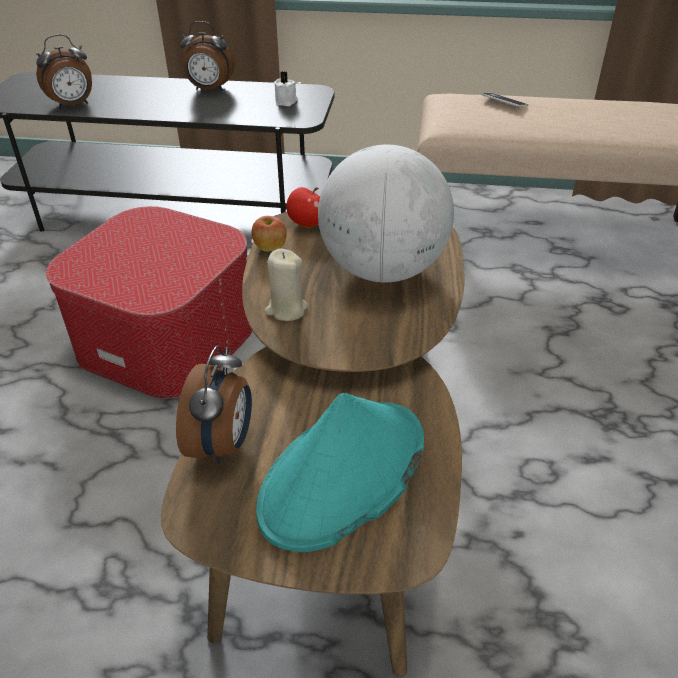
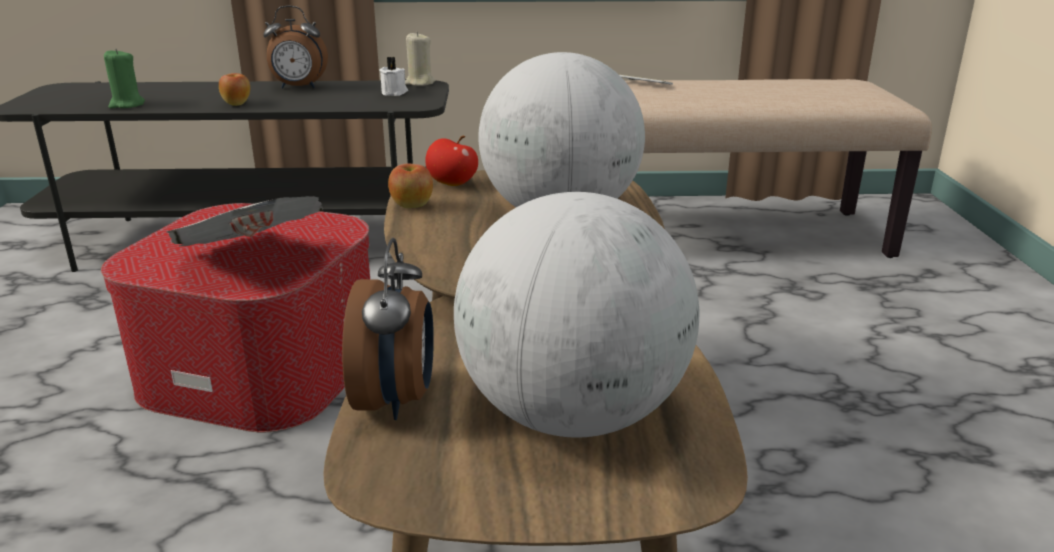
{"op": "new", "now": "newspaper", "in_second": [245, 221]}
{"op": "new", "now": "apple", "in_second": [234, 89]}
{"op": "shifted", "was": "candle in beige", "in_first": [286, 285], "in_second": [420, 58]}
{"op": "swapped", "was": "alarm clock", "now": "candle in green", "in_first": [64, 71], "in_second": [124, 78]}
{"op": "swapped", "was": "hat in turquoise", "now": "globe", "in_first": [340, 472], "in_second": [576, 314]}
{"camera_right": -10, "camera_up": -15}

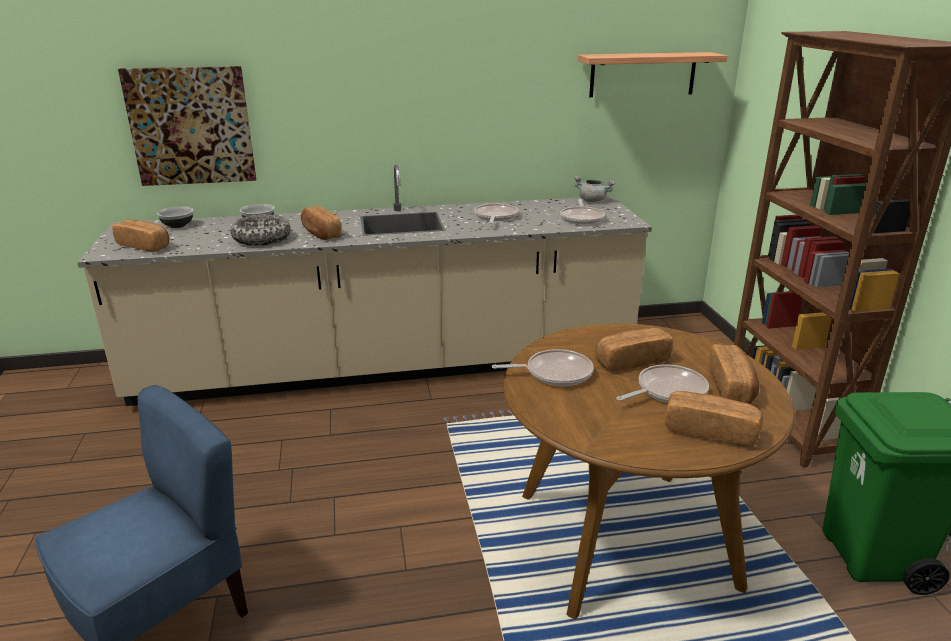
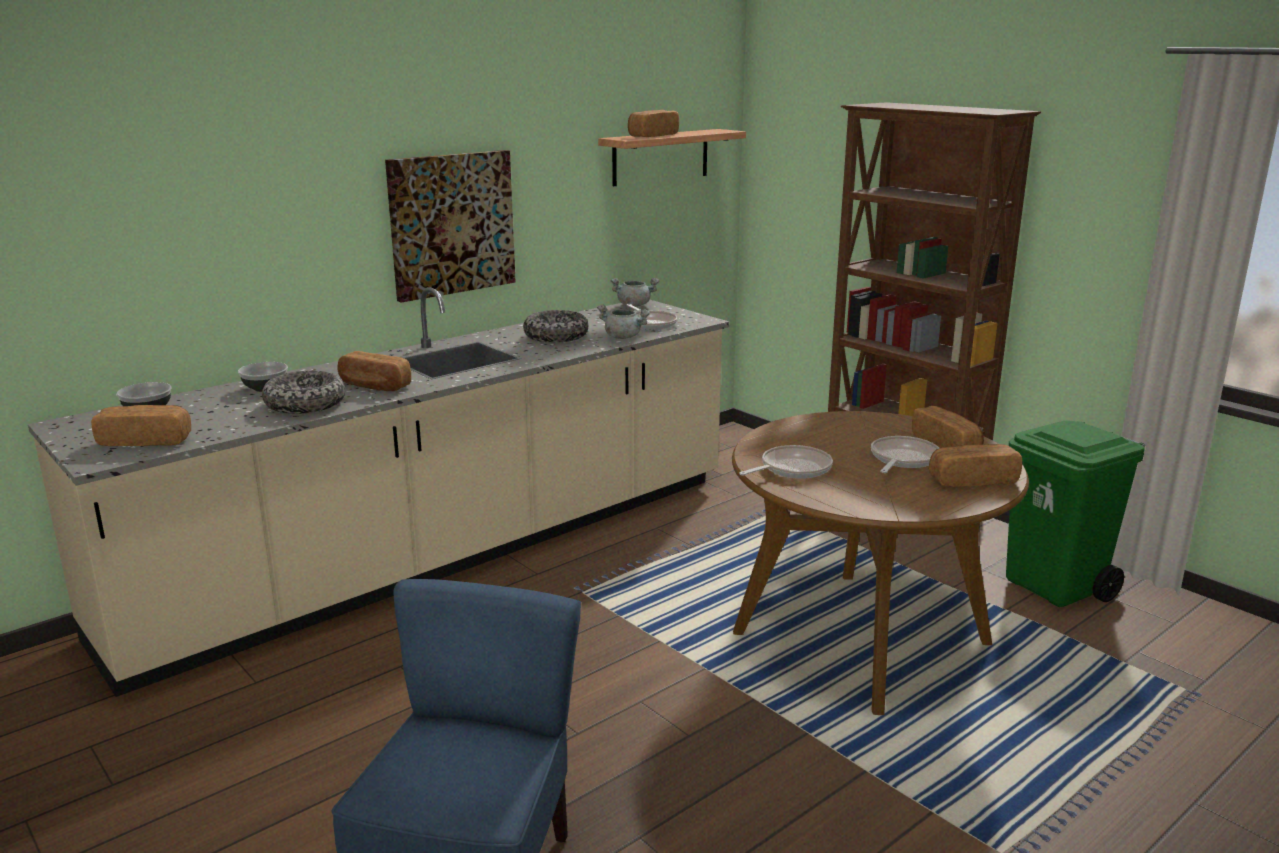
{"op": "new", "now": "cooking pot in grey", "in_second": [624, 322]}
{"op": "shifted", "was": "picture", "in_first": [187, 126], "in_second": [450, 226]}
{"op": "shifted", "was": "bread", "in_first": [634, 349], "in_second": [653, 123]}
{"op": "swapped", "was": "frying pan", "now": "bowl", "in_first": [496, 213], "in_second": [555, 326]}
{"camera_right": -30, "camera_up": -5}

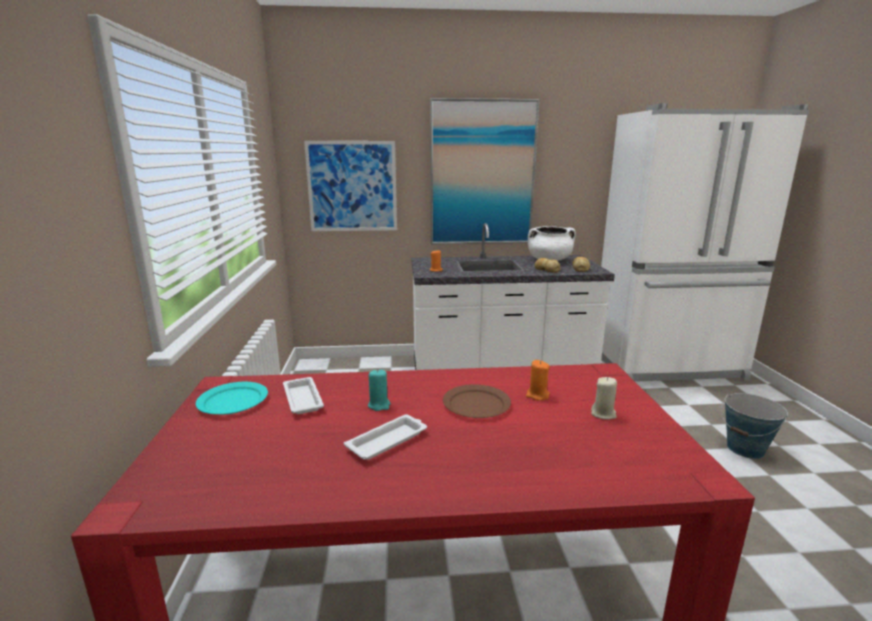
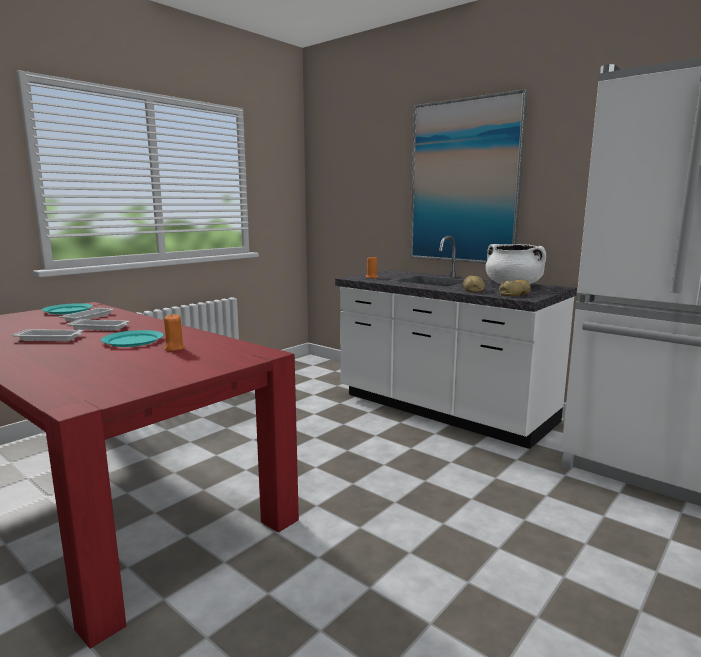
{"op": "gone", "was": "picture", "in_first": [350, 186]}
{"op": "gone", "was": "candle in beige", "in_first": [604, 398]}
{"op": "gone", "was": "bucket", "in_first": [754, 426]}
{"op": "swapped", "was": "candle in turquoise", "now": "tray in white", "in_first": [379, 390], "in_second": [98, 324]}
{"op": "repainted", "was": "plate in brown", "now": "plate in turquoise", "in_first": [477, 401], "in_second": [132, 338]}
{"camera_right": 45, "camera_up": -5}

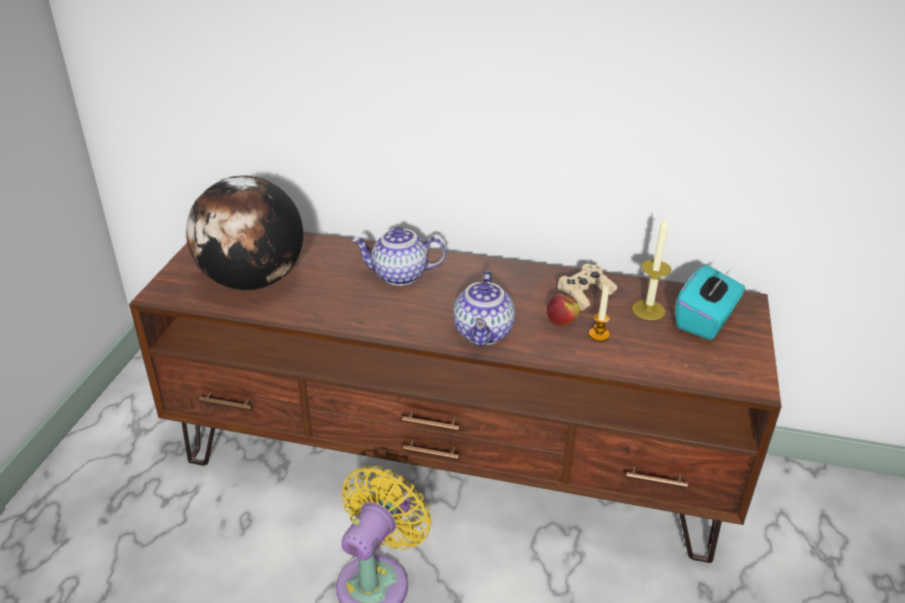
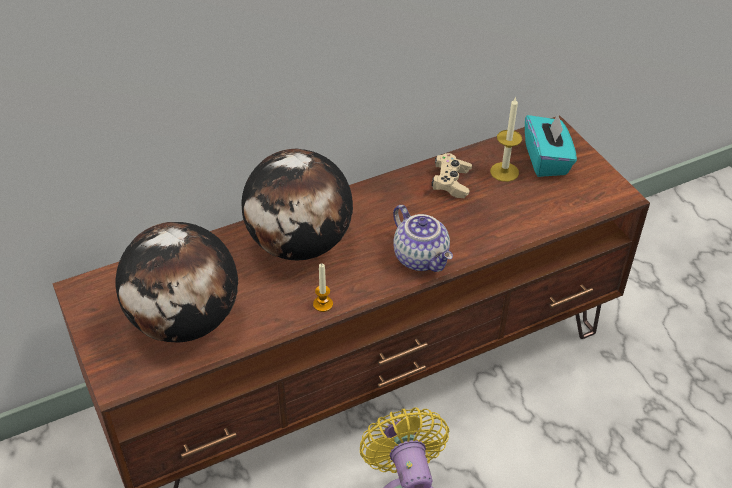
{"op": "gone", "was": "apple", "in_first": [563, 310]}
{"op": "shifted", "was": "candle", "in_first": [599, 312], "in_second": [323, 287]}
{"op": "swapped", "was": "teapot", "now": "globe", "in_first": [399, 256], "in_second": [297, 204]}
{"camera_right": -40, "camera_up": 10}

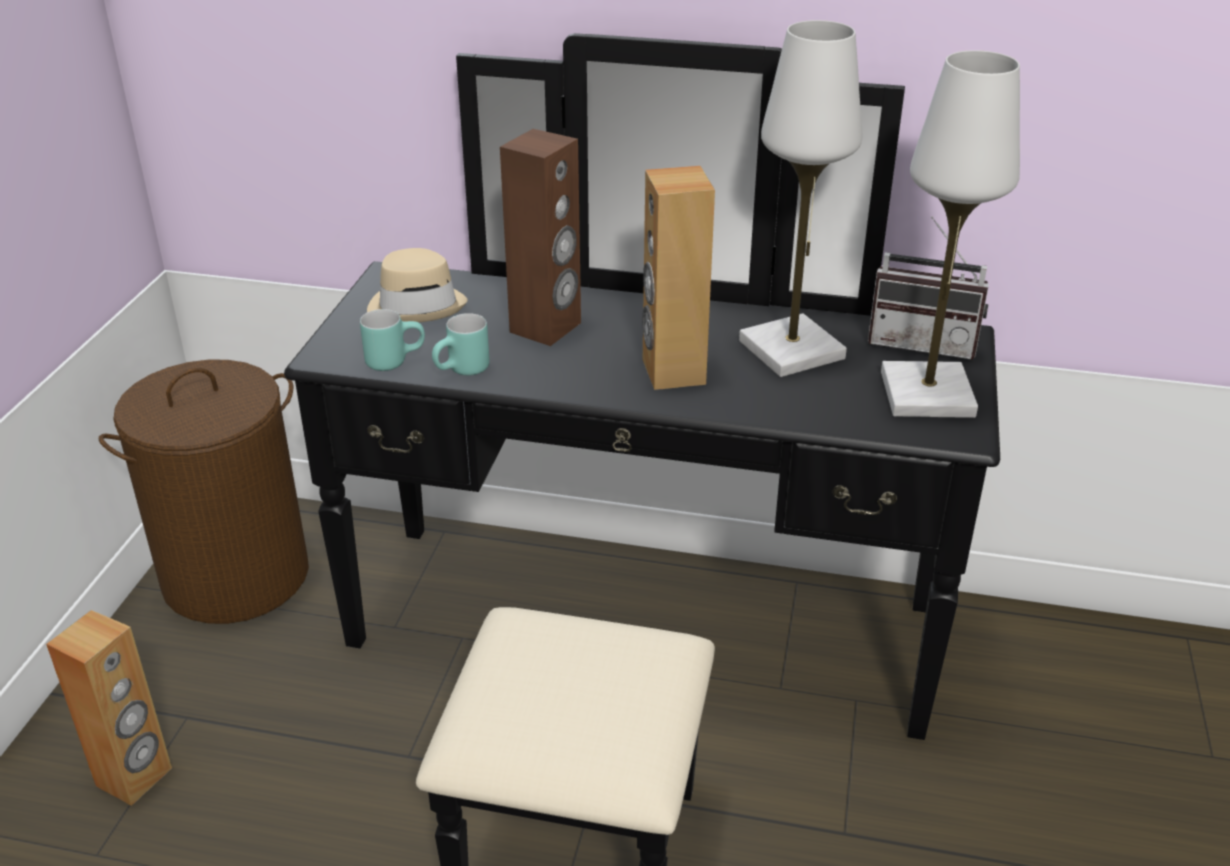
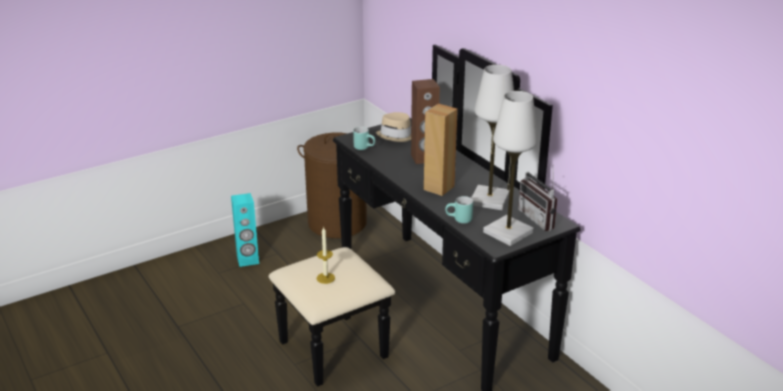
{"op": "new", "now": "candle", "in_second": [326, 255]}
{"op": "shifted", "was": "mug in turquoise", "in_first": [461, 344], "in_second": [459, 210]}
{"op": "repainted", "was": "speaker in brown", "now": "speaker in turquoise", "in_first": [109, 708], "in_second": [245, 230]}
{"camera_right": 45, "camera_up": -5}

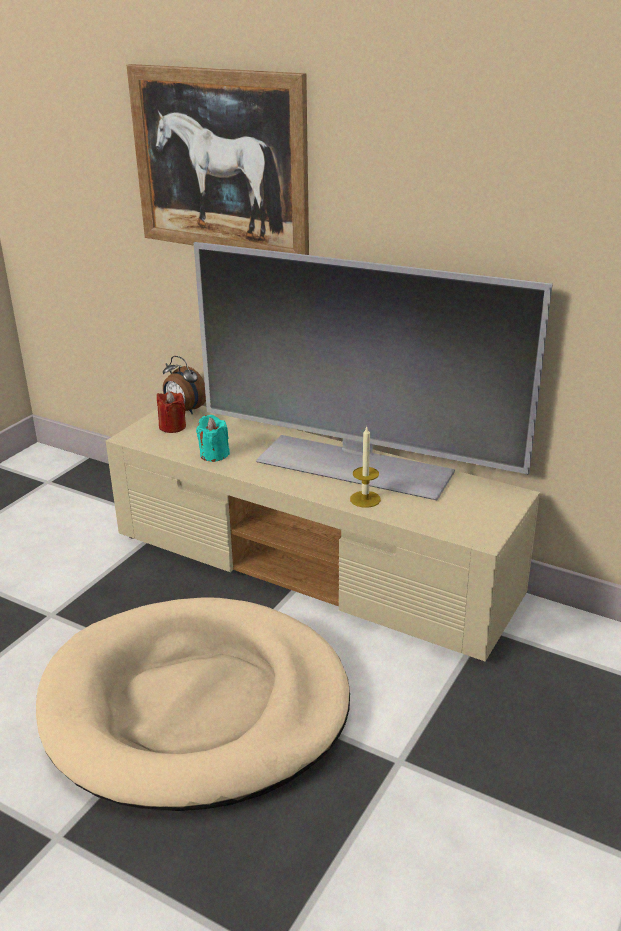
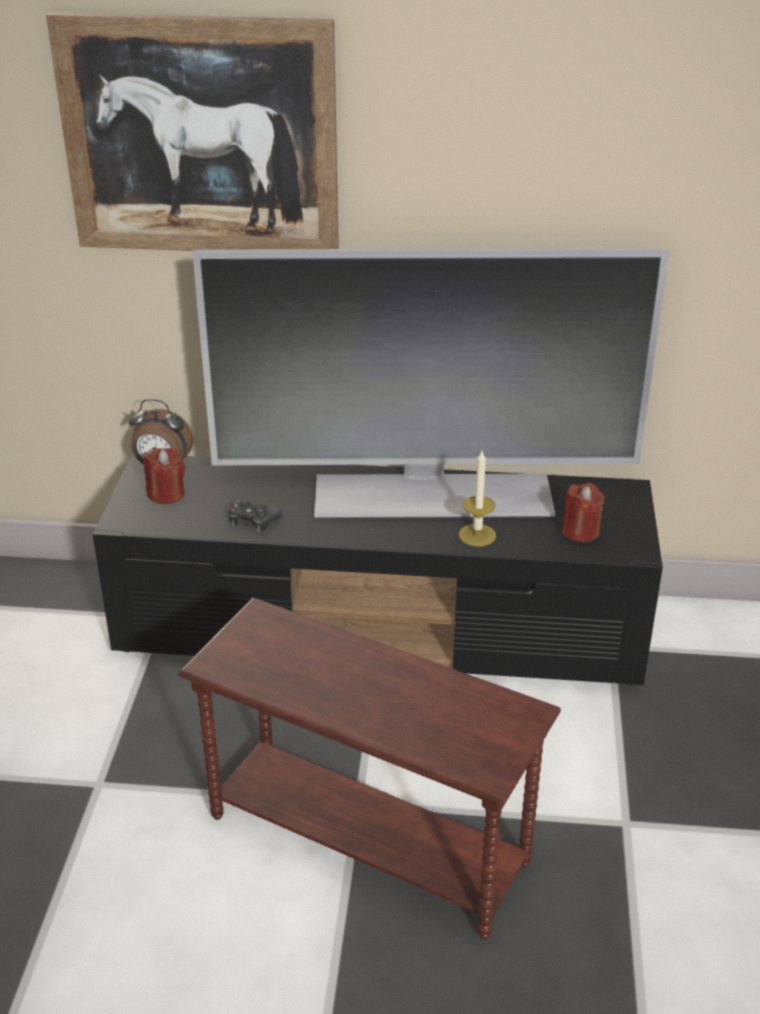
{"op": "new", "now": "candle in red", "in_second": [583, 512]}
{"op": "swapped", "was": "dog bed in beige", "now": "side table in brown", "in_first": [193, 704], "in_second": [369, 768]}
{"op": "swapped", "was": "candle in turquoise", "now": "game controller in black", "in_first": [213, 438], "in_second": [256, 515]}
{"op": "repainted", "was": "tv stand in beige", "now": "tv stand in black", "in_first": [323, 533], "in_second": [378, 569]}
{"camera_right": -25, "camera_up": 5}

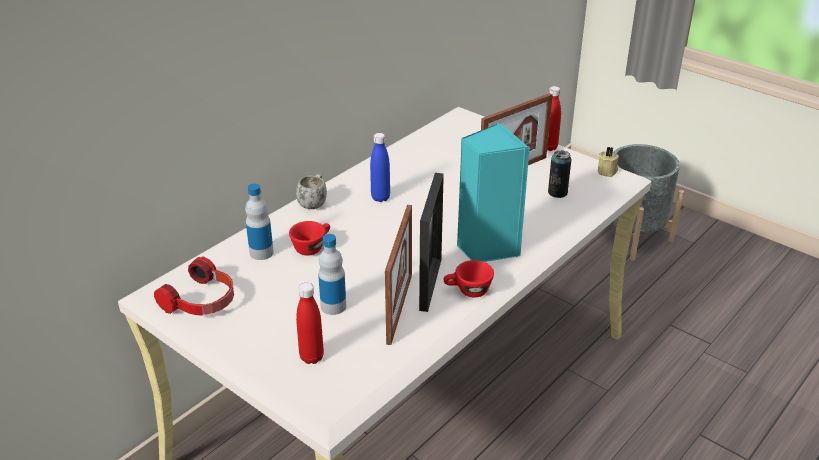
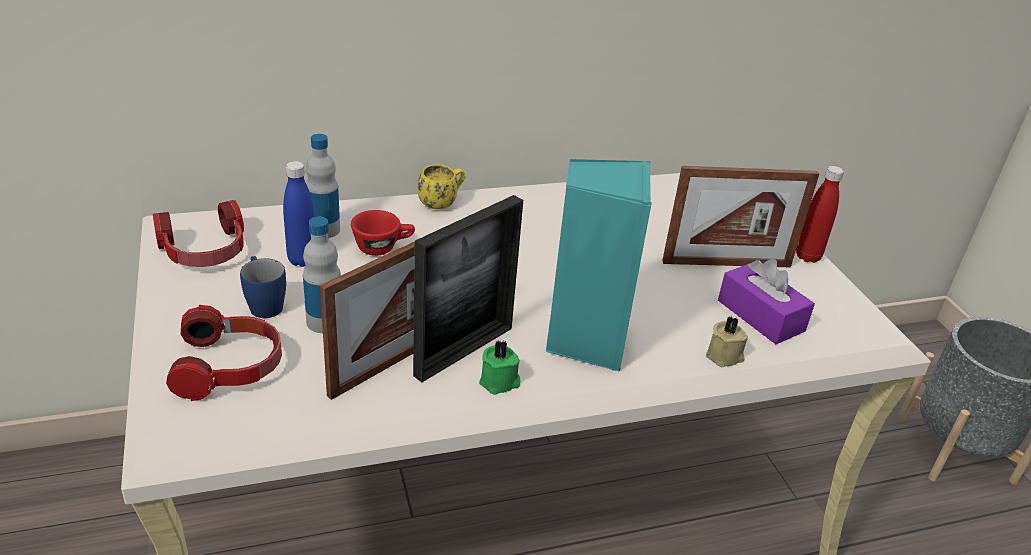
{"op": "new", "now": "mug in blue", "in_second": [263, 287]}
{"op": "shifted", "was": "bottle in blue", "in_first": [380, 167], "in_second": [298, 214]}
{"op": "shifted", "was": "candle in beige", "in_first": [608, 162], "in_second": [727, 341]}
{"op": "swapped", "was": "bottle in red", "now": "headphones", "in_first": [310, 323], "in_second": [224, 353]}
{"op": "swapped", "was": "cup in red", "now": "candle in green", "in_first": [469, 278], "in_second": [499, 367]}
{"op": "swapped", "was": "can", "now": "tissue box in purple", "in_first": [560, 174], "in_second": [766, 301]}
{"op": "repainted", "was": "mug in white", "now": "mug in yellow", "in_first": [311, 191], "in_second": [441, 186]}
{"camera_right": 30, "camera_up": 0}

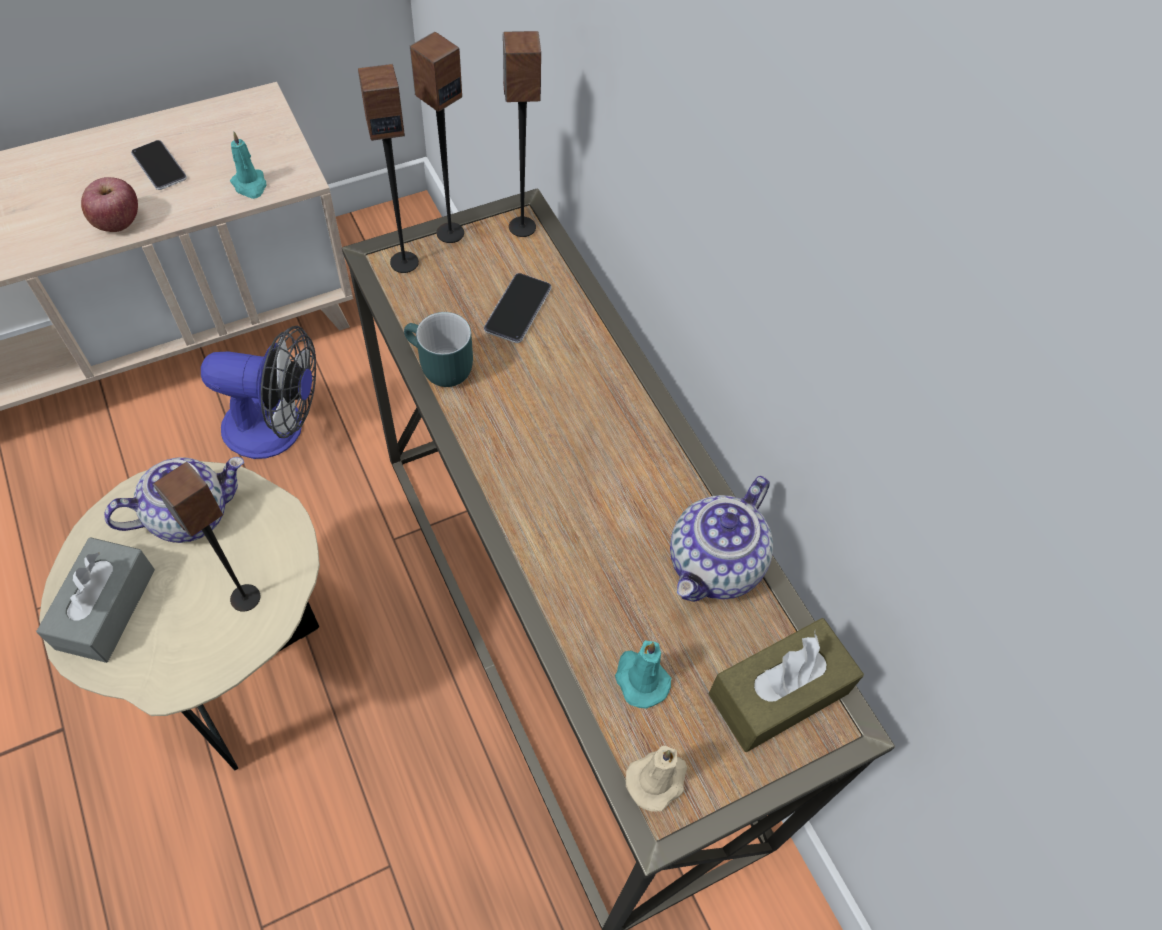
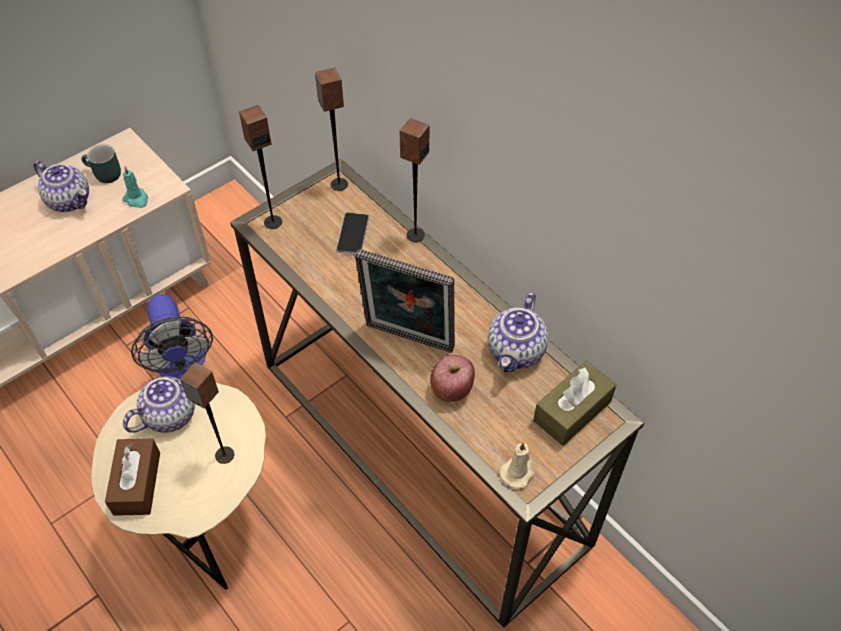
{"op": "gone", "was": "candle in turquoise", "in_first": [643, 674]}
{"op": "new", "now": "picture frame", "in_second": [405, 301]}
{"op": "shifted", "was": "apple", "in_first": [109, 204], "in_second": [452, 378]}
{"op": "shifted", "was": "mug in turquoise", "in_first": [438, 349], "in_second": [101, 163]}
{"op": "shifted", "was": "speaker", "in_first": [437, 137], "in_second": [414, 180]}
{"op": "swapped", "was": "phone", "now": "teapot", "in_first": [159, 165], "in_second": [61, 186]}
{"op": "repainted", "was": "tissue box in grey", "now": "tissue box in brown", "in_first": [95, 600], "in_second": [132, 477]}
{"op": "rotated", "was": "fan", "in_first": [258, 392], "in_second": [172, 336], "clockwise": 75}
{"camera_right": -10, "camera_up": -5}

